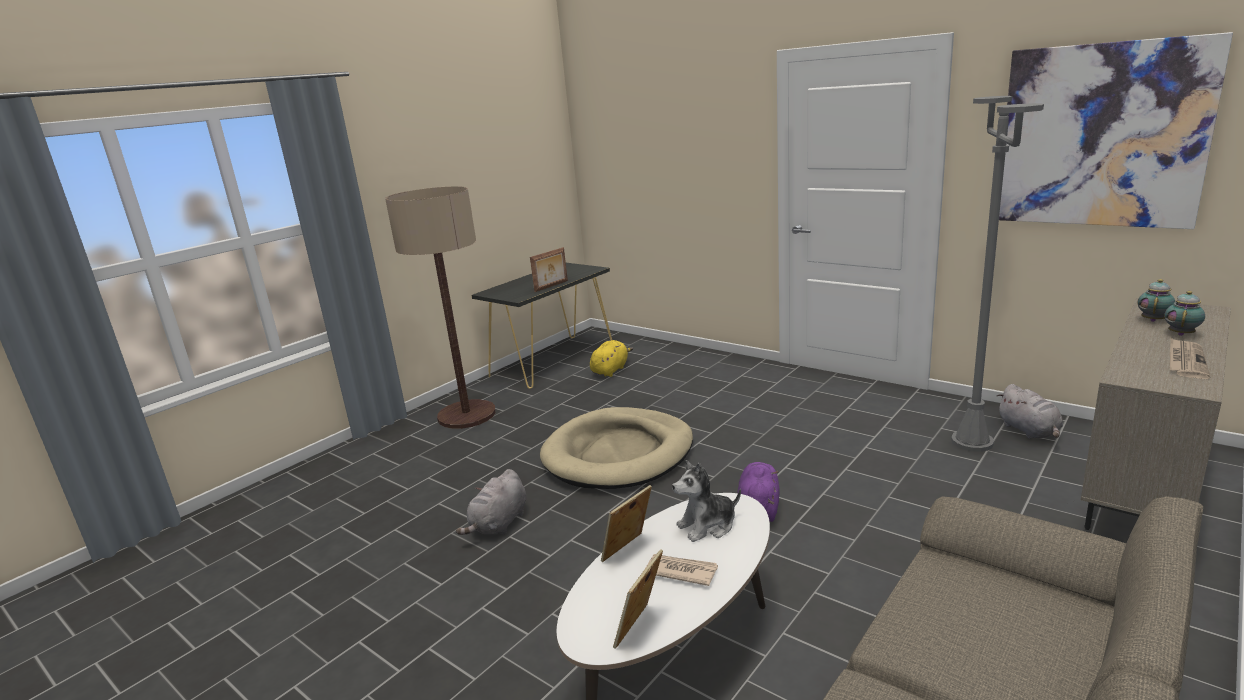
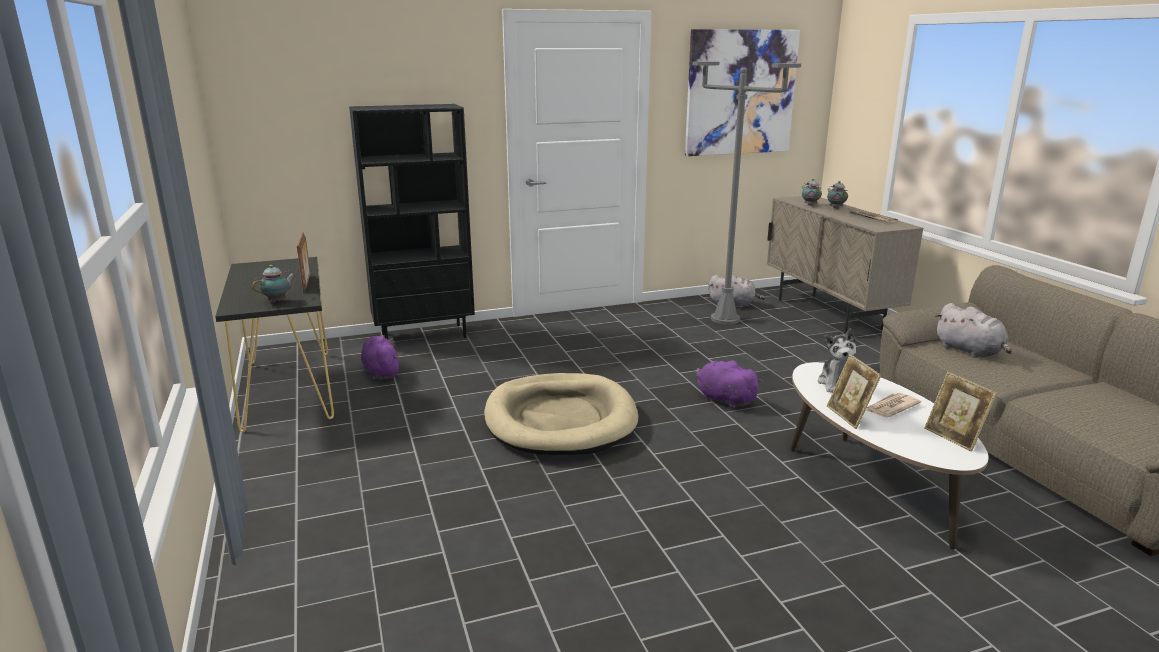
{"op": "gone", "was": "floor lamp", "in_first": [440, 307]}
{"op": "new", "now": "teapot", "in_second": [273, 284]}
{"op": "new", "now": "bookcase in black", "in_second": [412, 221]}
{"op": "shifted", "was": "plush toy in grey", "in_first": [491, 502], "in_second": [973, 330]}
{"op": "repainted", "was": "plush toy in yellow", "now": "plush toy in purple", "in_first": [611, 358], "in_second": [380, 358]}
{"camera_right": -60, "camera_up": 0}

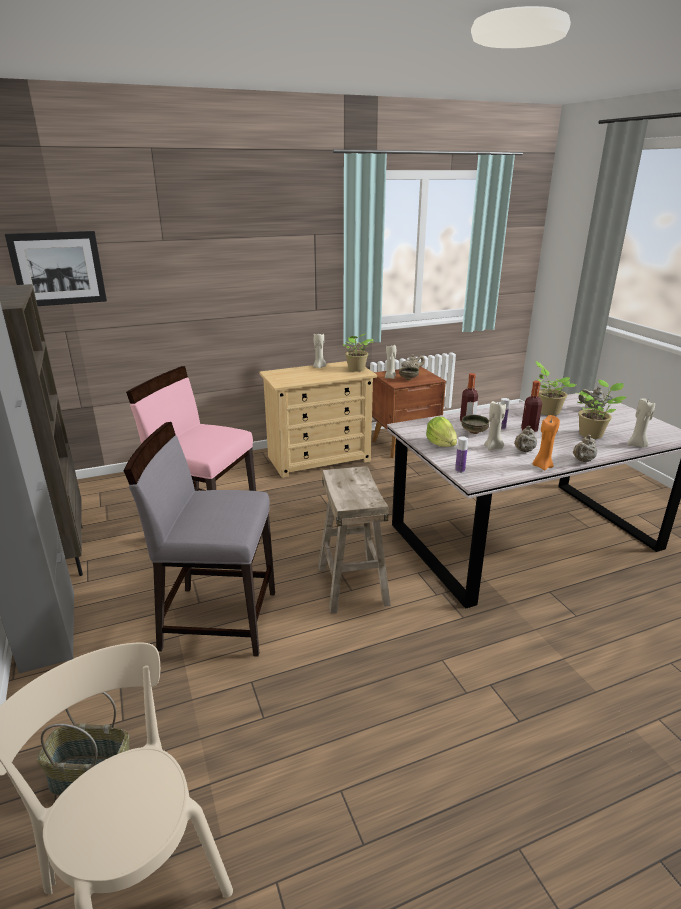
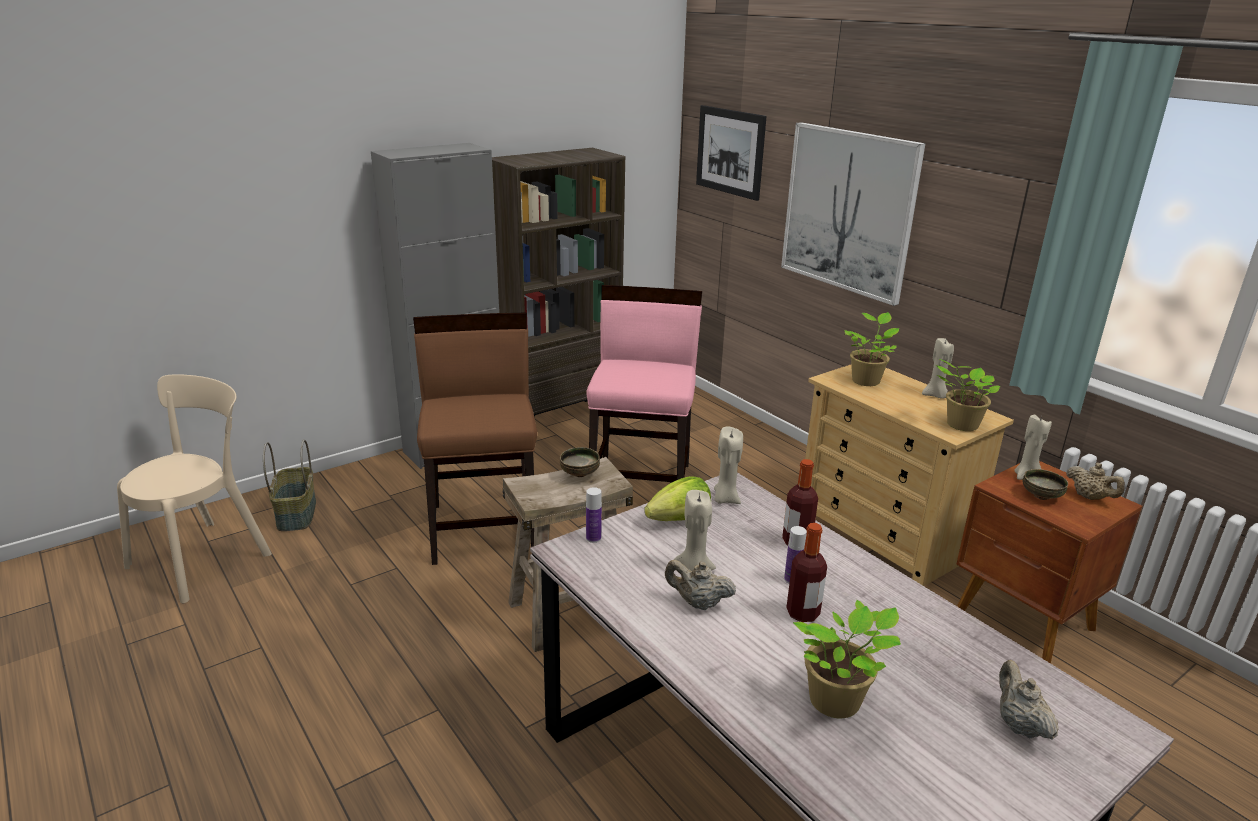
{"op": "gone", "was": "candle in orange", "in_first": [546, 442]}
{"op": "gone", "was": "teapot in beige", "in_first": [585, 448]}
{"op": "new", "now": "picture", "in_second": [853, 214]}
{"op": "shifted", "was": "bowl", "in_first": [475, 424], "in_second": [580, 462]}
{"op": "shifted", "was": "potted plant", "in_first": [555, 388], "in_second": [872, 349]}
{"op": "shifted", "was": "candle in beige", "in_first": [641, 422], "in_second": [728, 465]}
{"op": "repainted", "was": "chair in grey", "now": "chair in brown", "in_first": [199, 539], "in_second": [475, 439]}
{"camera_right": 75, "camera_up": 0}

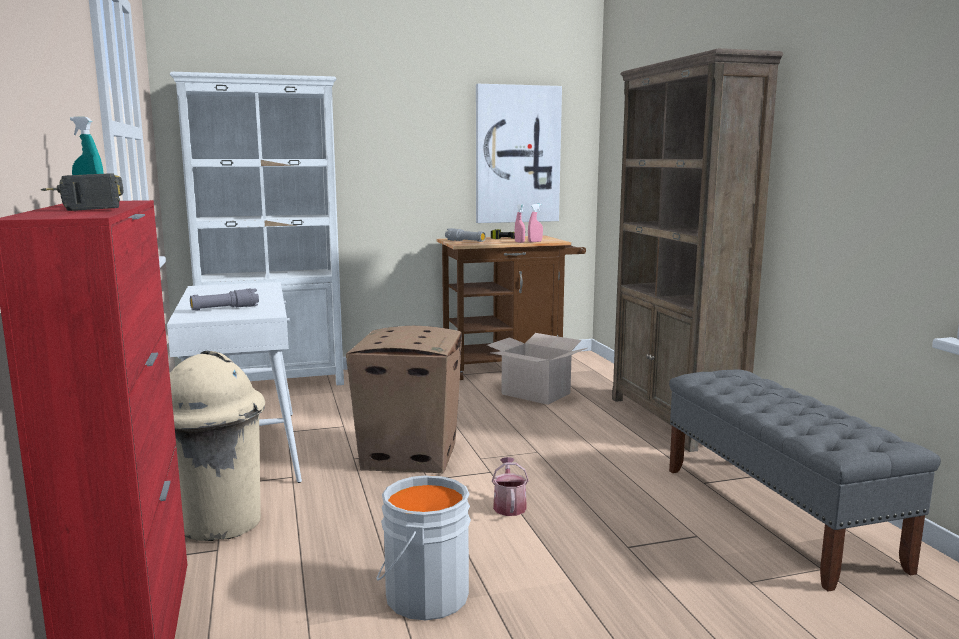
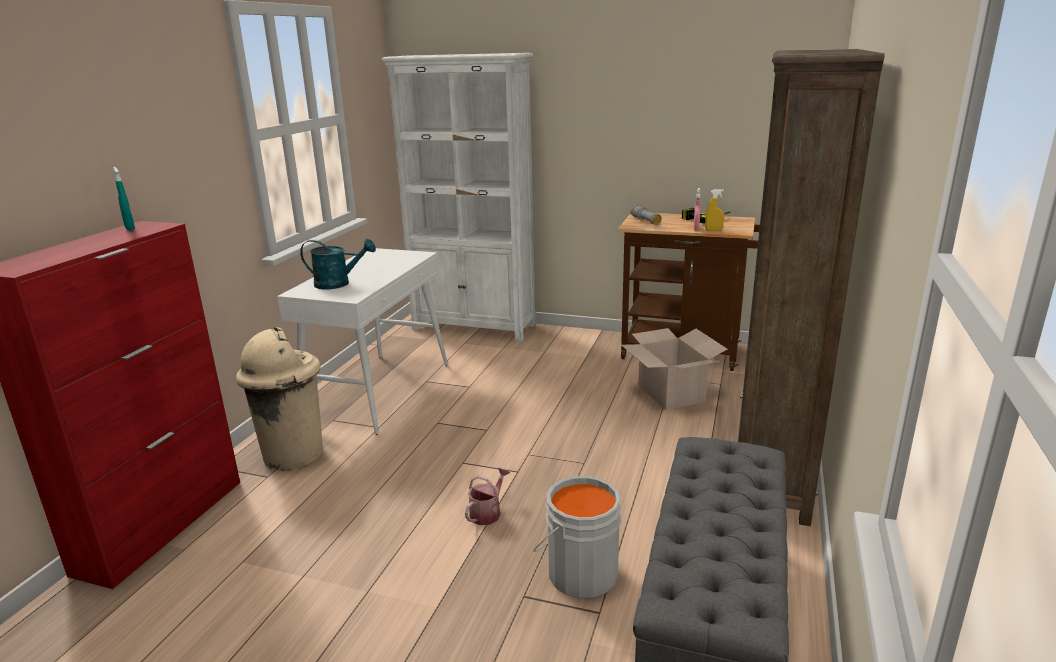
{"op": "gone", "was": "power drill", "in_first": [82, 192]}
{"op": "gone", "was": "cardboard box", "in_first": [404, 399]}
{"op": "gone", "was": "picture", "in_first": [519, 153]}
{"op": "shifted", "was": "bucket in grey", "in_first": [423, 547], "in_second": [577, 537]}
{"op": "swapped", "was": "flashlight in grey", "now": "watering can in turquoise", "in_first": [224, 300], "in_second": [338, 264]}
{"op": "repainted", "was": "spray bottle in pink", "now": "spray bottle in yellow", "in_first": [535, 223], "in_second": [714, 210]}
{"camera_right": 35, "camera_up": 10}

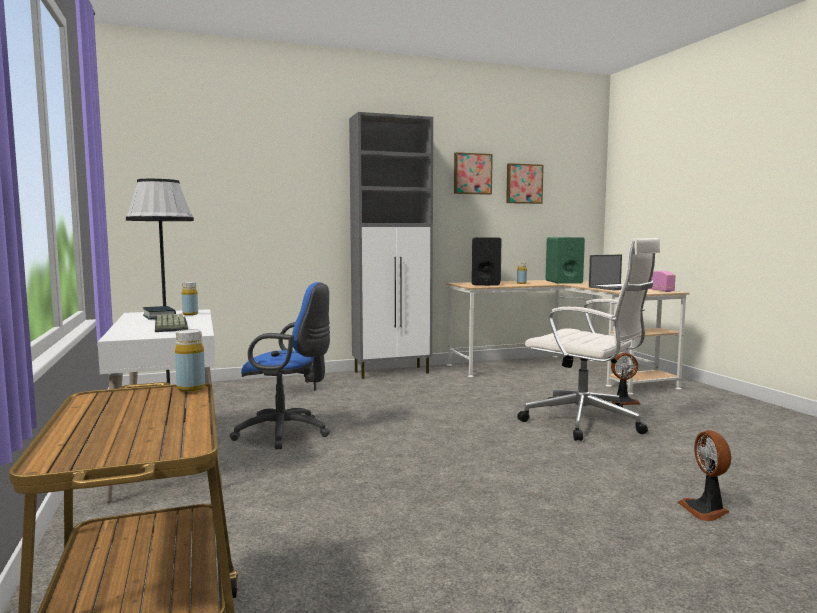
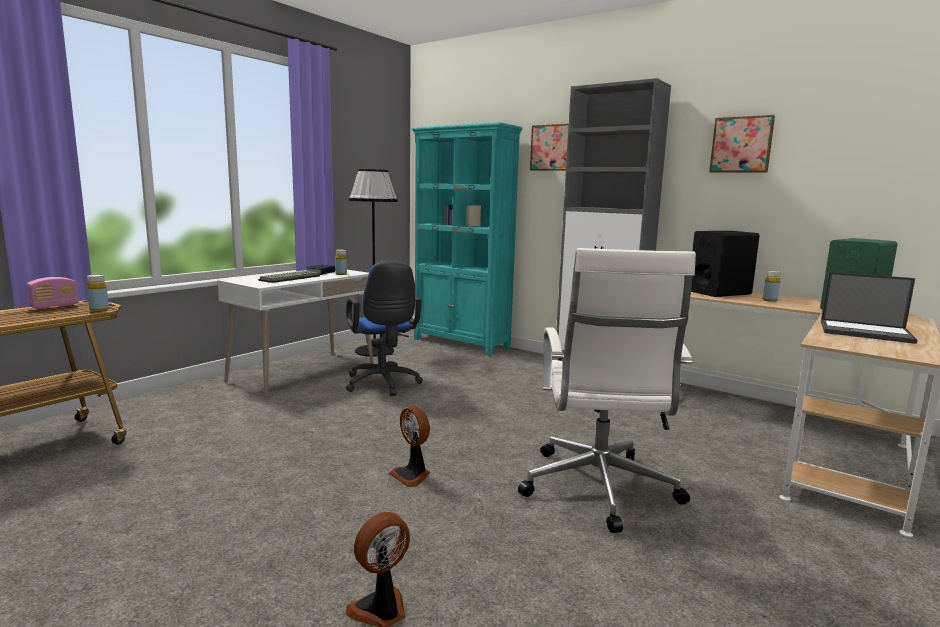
{"op": "new", "now": "bookcase in turquoise", "in_second": [467, 239]}
{"op": "shifted", "was": "picture", "in_first": [525, 183], "in_second": [549, 147]}
{"op": "shifted", "was": "fan", "in_first": [626, 379], "in_second": [409, 446]}
{"op": "shifted", "was": "radio", "in_first": [662, 281], "in_second": [53, 293]}
{"camera_right": 55, "camera_up": 5}

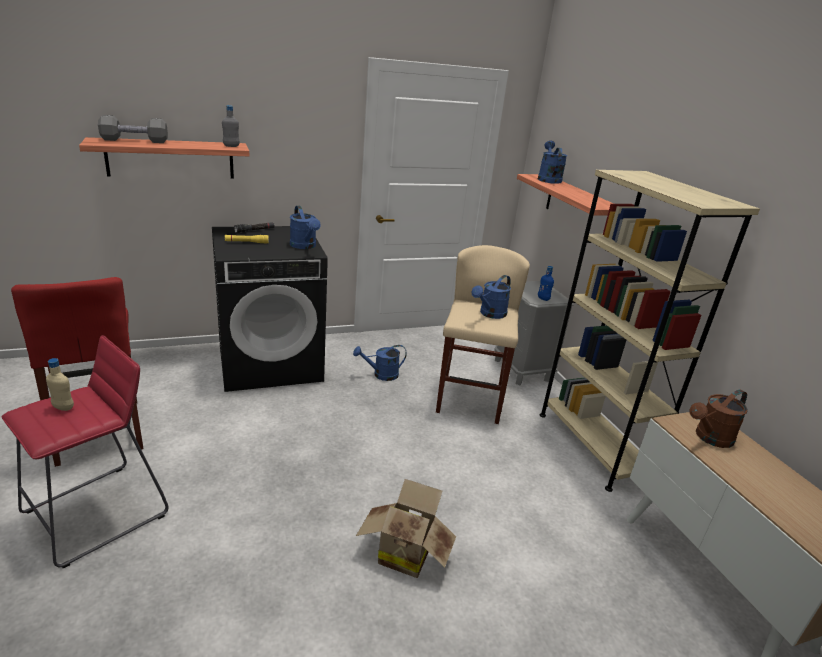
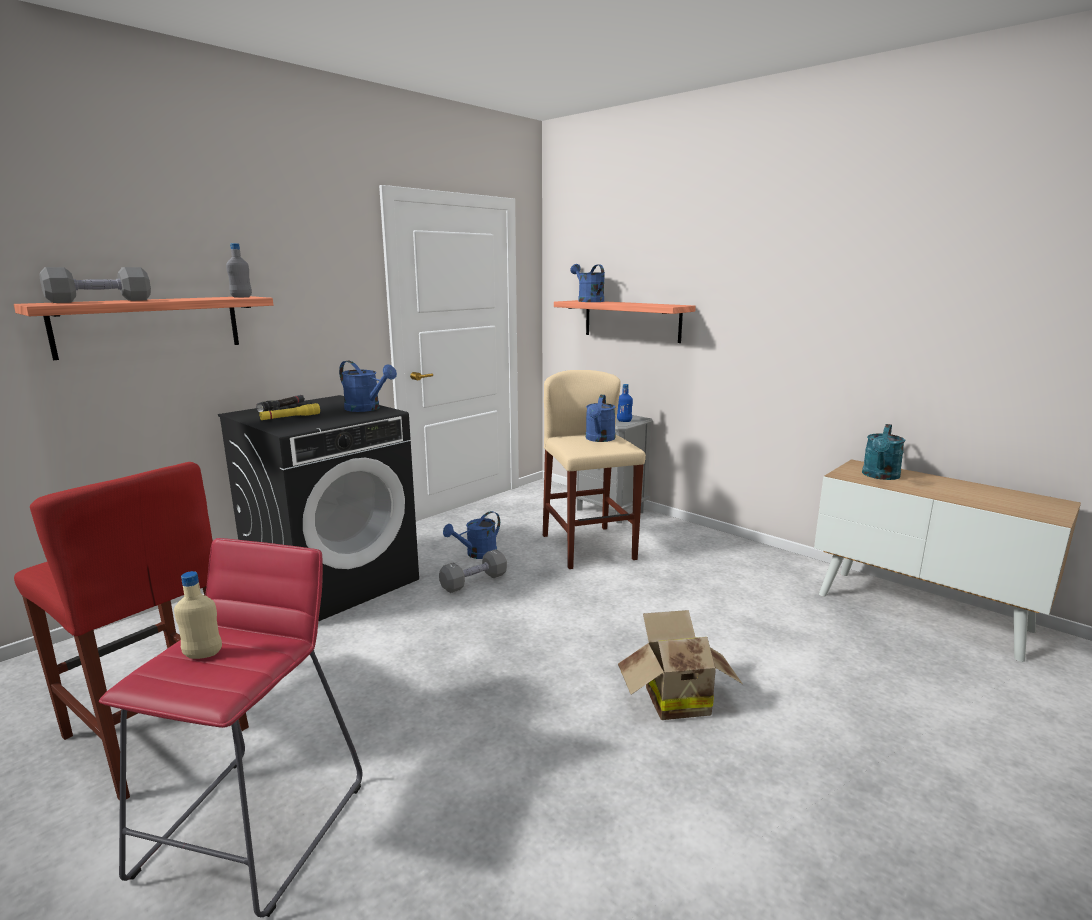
{"op": "gone", "was": "bookcase in beige", "in_first": [650, 331]}
{"op": "new", "now": "dumbbell in grey", "in_second": [473, 571]}
{"op": "repainted", "was": "watering can in brown", "now": "watering can in turquoise", "in_first": [718, 418], "in_second": [883, 452]}
{"camera_right": -25, "camera_up": -10}

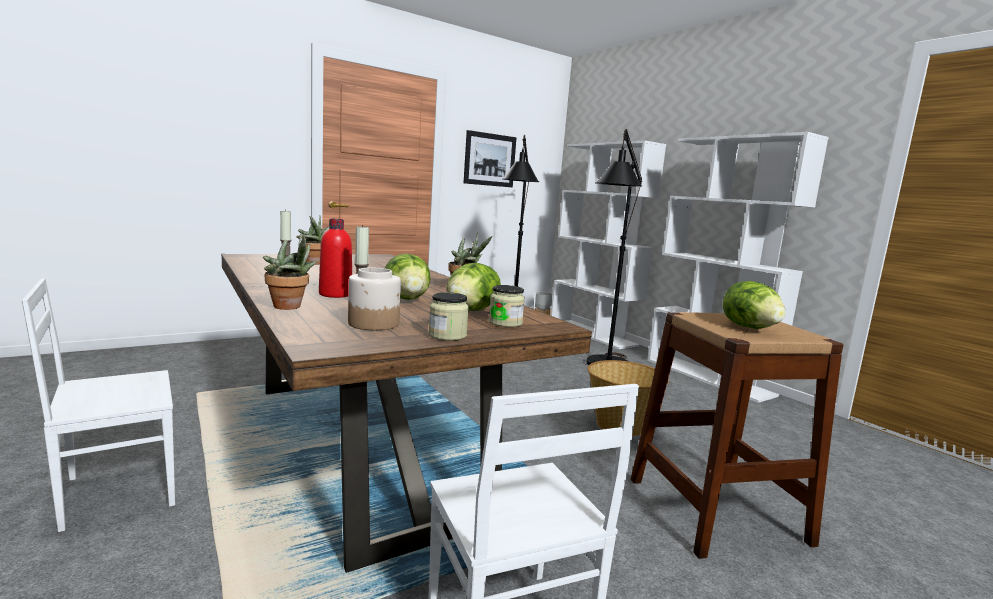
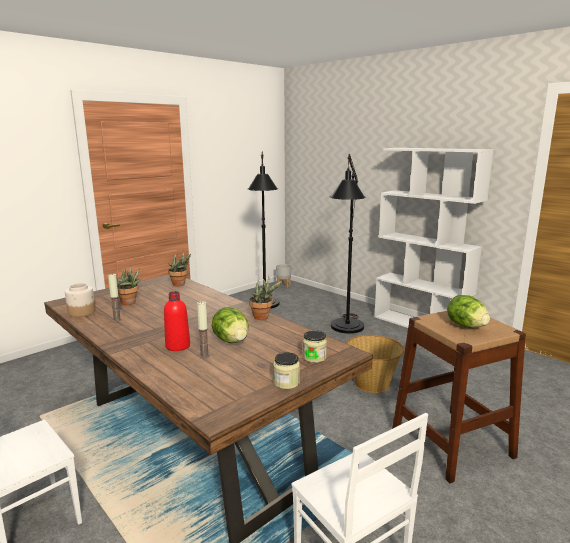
{"op": "gone", "was": "lettuce", "in_first": [474, 287]}
{"op": "gone", "was": "picture", "in_first": [490, 158]}
{"op": "gone", "was": "bookcase in white", "in_first": [608, 244]}
{"op": "shifted", "was": "potted plant", "in_first": [290, 271], "in_second": [179, 268]}
{"op": "shifted", "was": "jar", "in_first": [374, 299], "in_second": [80, 300]}
{"camera_right": -10, "camera_up": 5}

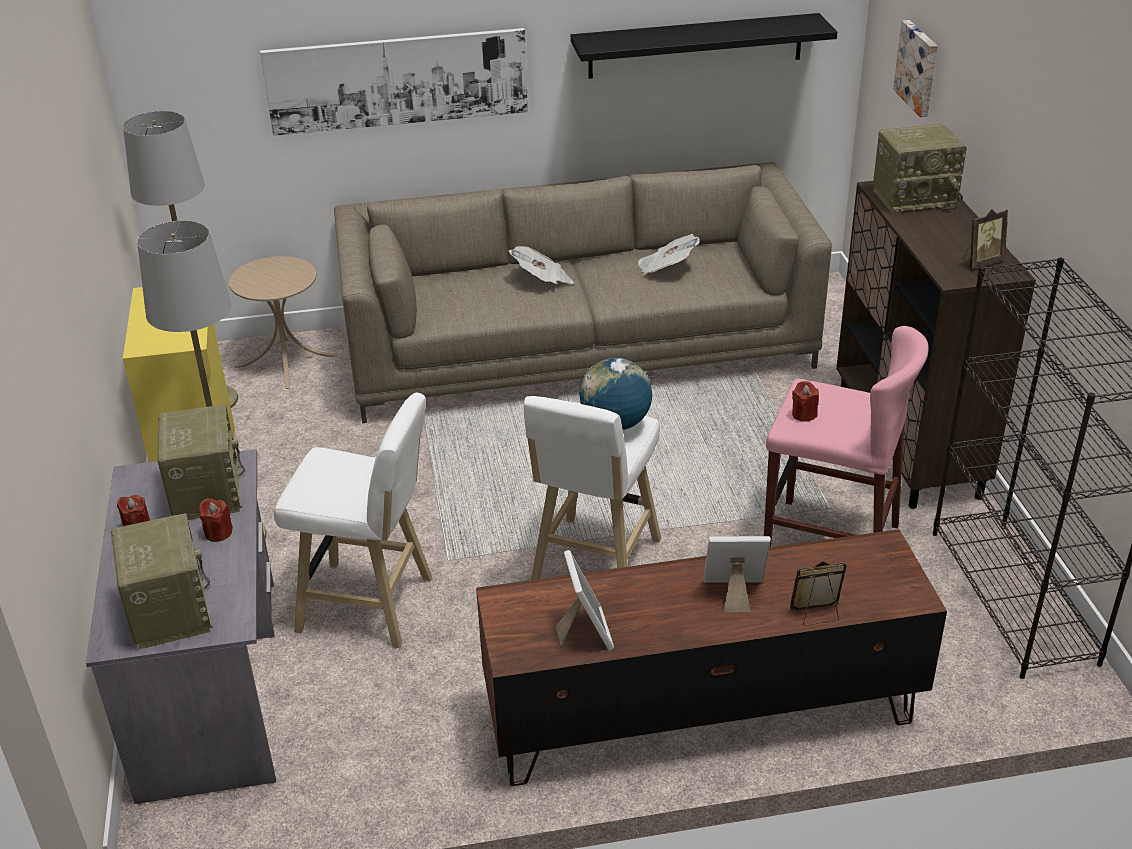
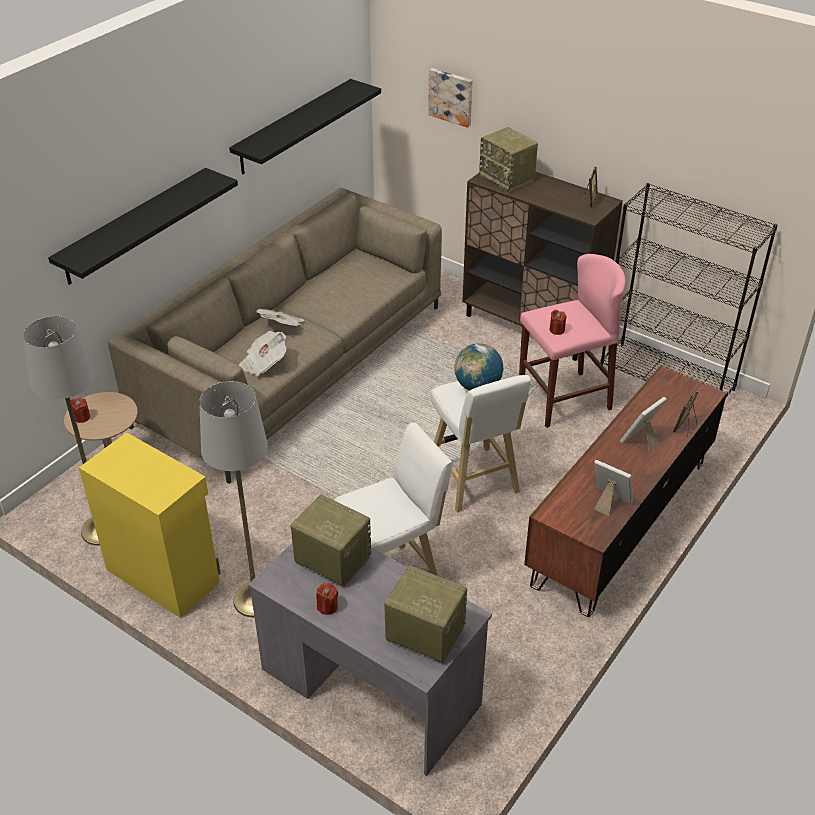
{"op": "shifted", "was": "candle in red", "in_first": [216, 520], "in_second": [80, 410]}
{"op": "shifted", "was": "newspaper", "in_first": [669, 254], "in_second": [263, 354]}
{"op": "swapped", "was": "picture", "now": "shelf in black", "in_first": [394, 82], "in_second": [143, 226]}
{"op": "rotated", "was": "radio", "in_first": [920, 168], "in_second": [508, 159], "clockwise": 105}
{"camera_right": -45, "camera_up": 5}

